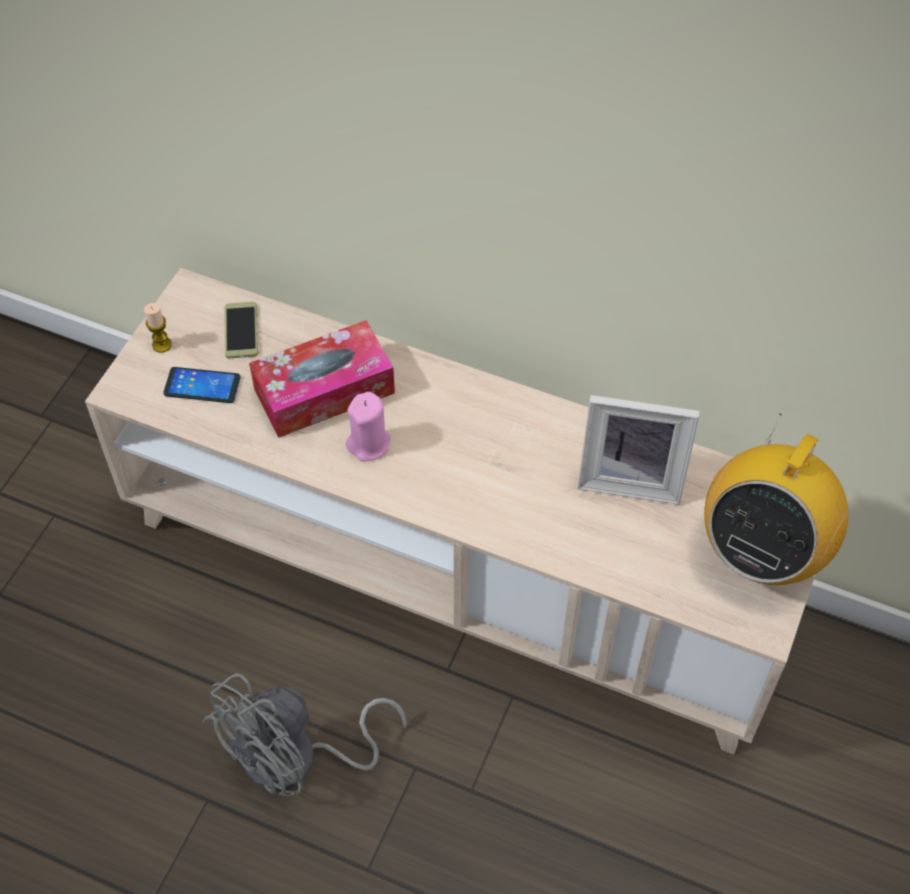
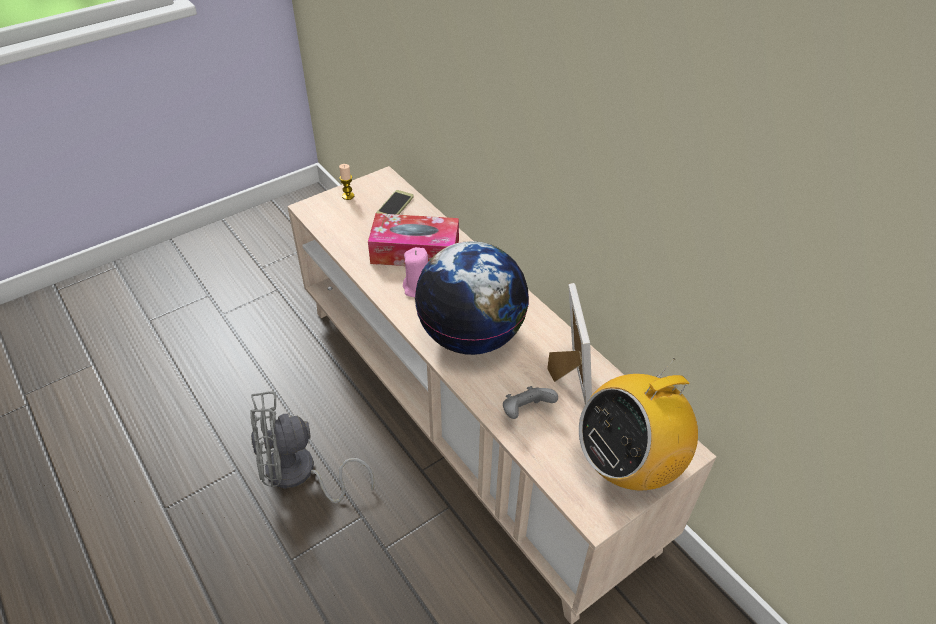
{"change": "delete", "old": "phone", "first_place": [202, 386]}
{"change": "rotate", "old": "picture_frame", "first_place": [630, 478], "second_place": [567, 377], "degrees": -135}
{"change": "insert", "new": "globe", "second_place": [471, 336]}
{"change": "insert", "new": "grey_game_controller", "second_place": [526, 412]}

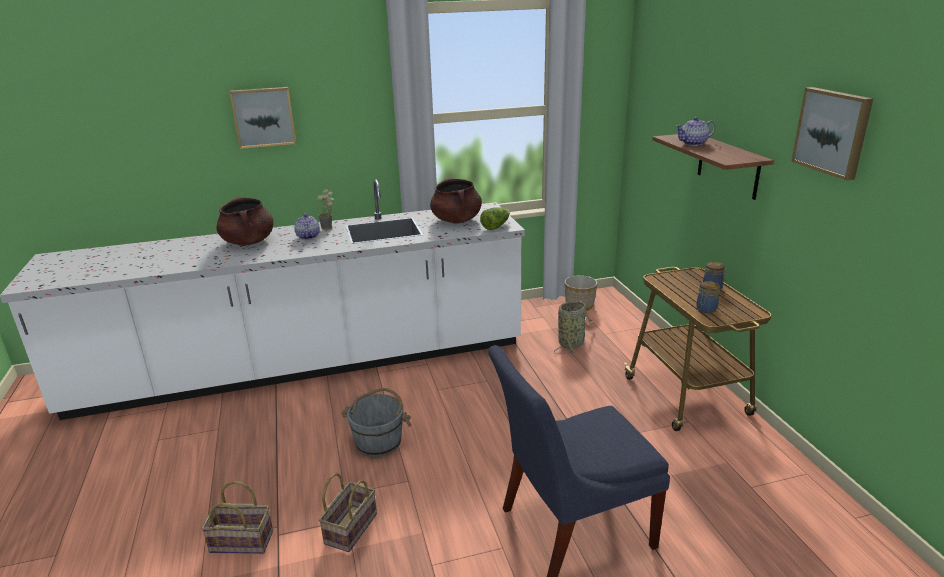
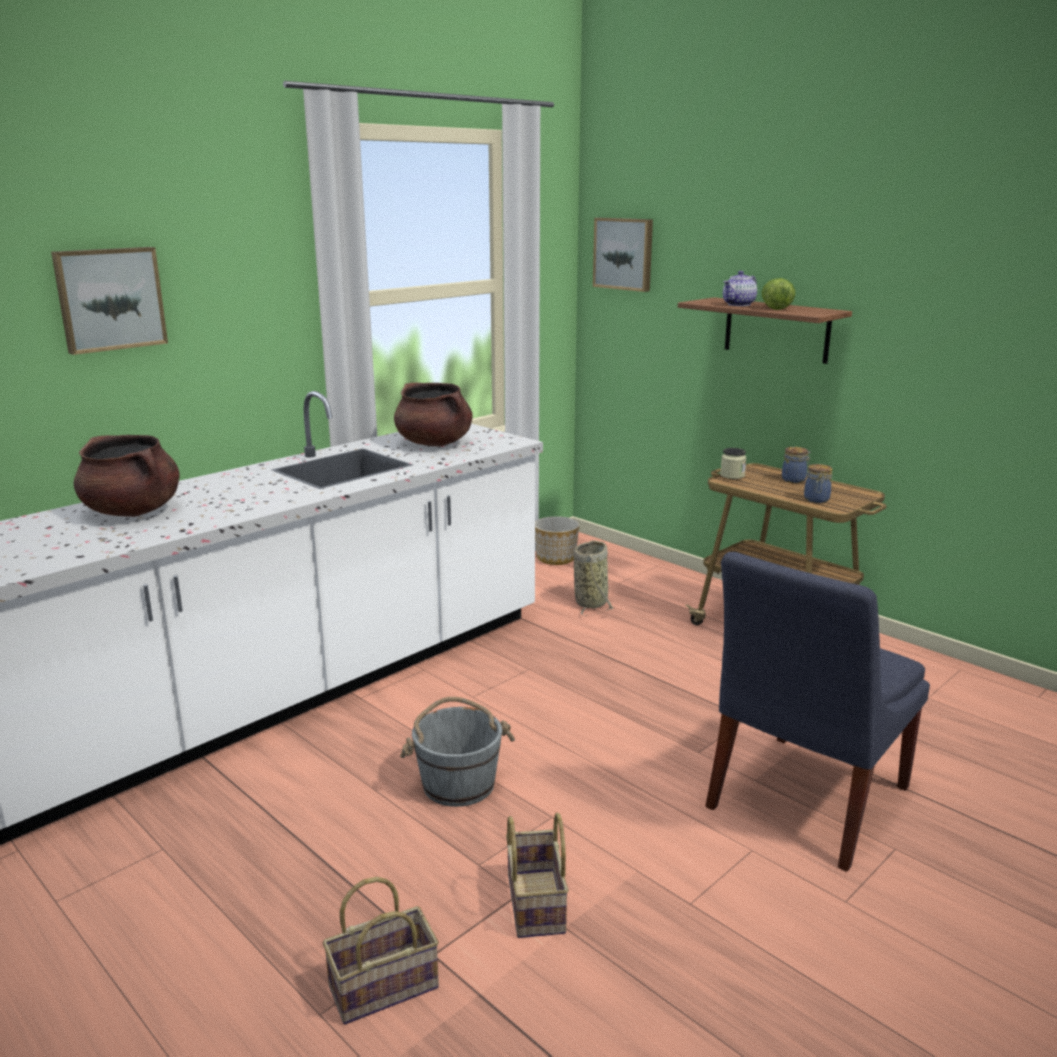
{"change": "delete", "old": "teapot", "first_place": [307, 236]}
{"change": "delete", "old": "potted_plant", "first_place": [330, 229]}
{"change": "move", "old": "lettuce", "first_place": [495, 226], "second_place": [775, 307]}
{"change": "move", "old": "picture", "first_place": [833, 132], "second_place": [624, 253]}
{"change": "insert", "new": "jar", "second_place": [732, 475]}

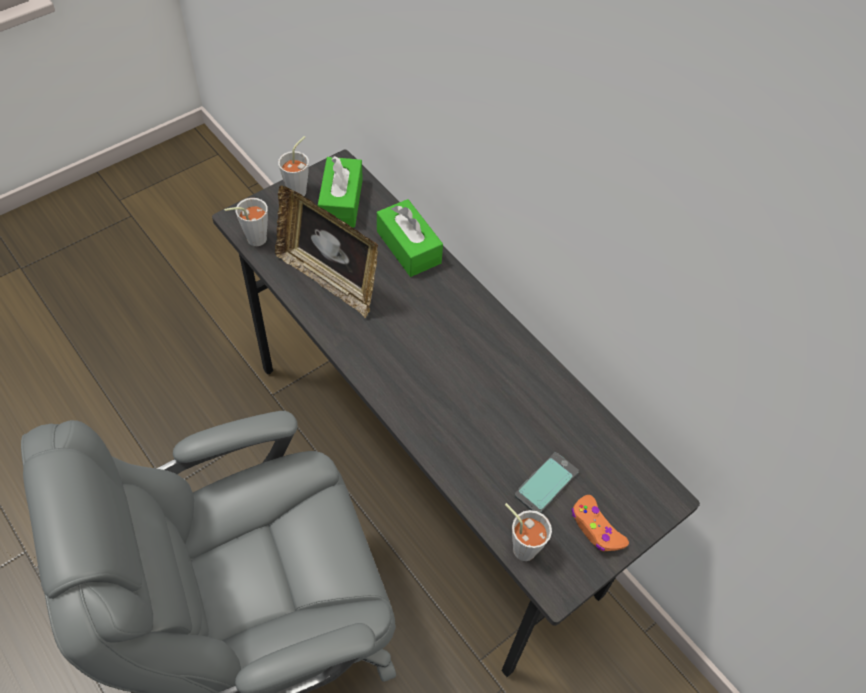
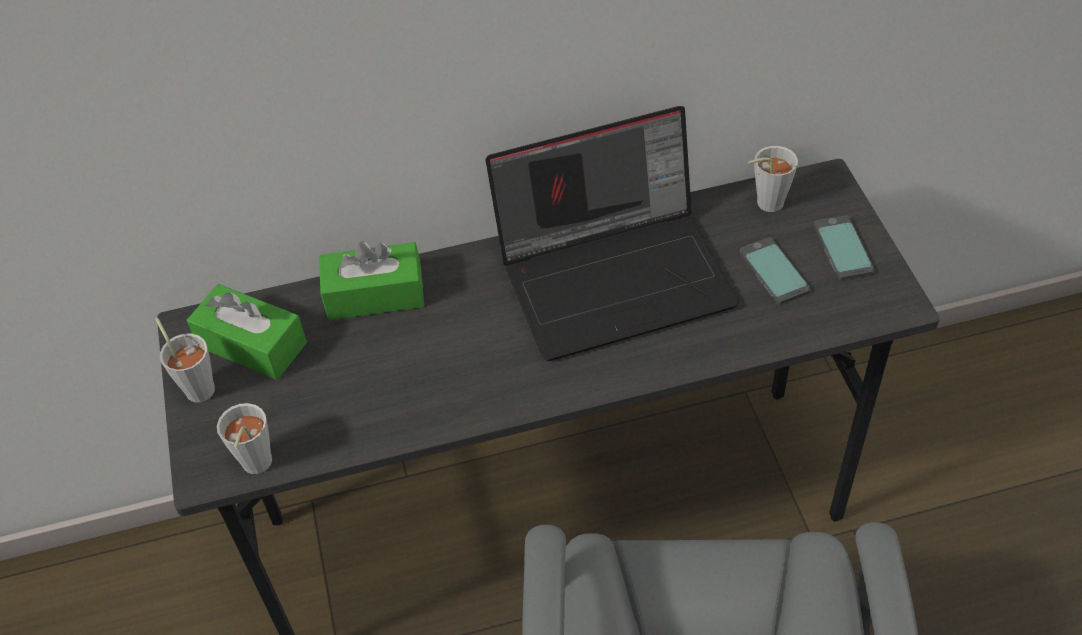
{"change": "delete", "old": "picture_frame", "first_place": [329, 279]}
{"change": "move", "old": "grey_cup", "first_place": [520, 545], "second_place": [764, 204]}
{"change": "replace", "old": "orange_game_controller", "new": "phone", "first_place": [596, 528], "second_place": [842, 249]}
{"change": "insert", "new": "laptop", "second_place": [616, 274]}

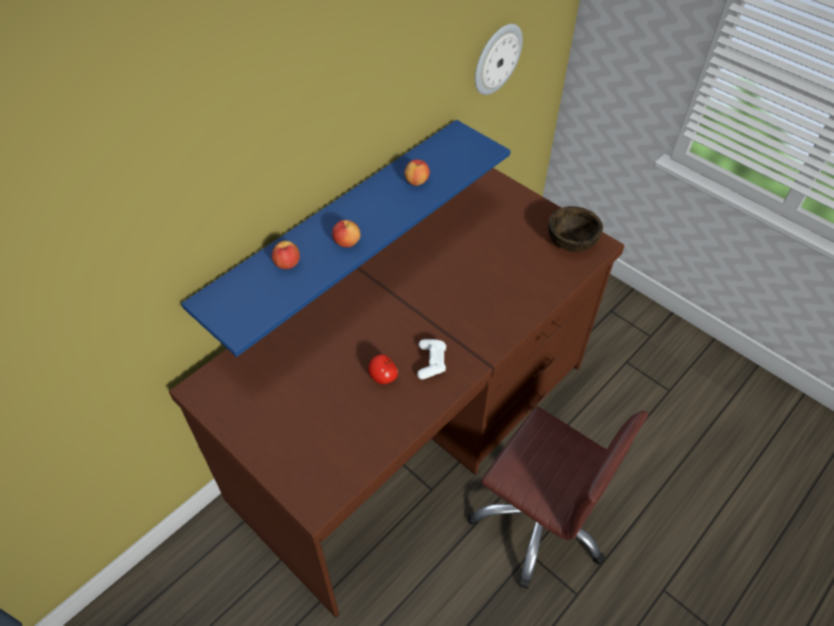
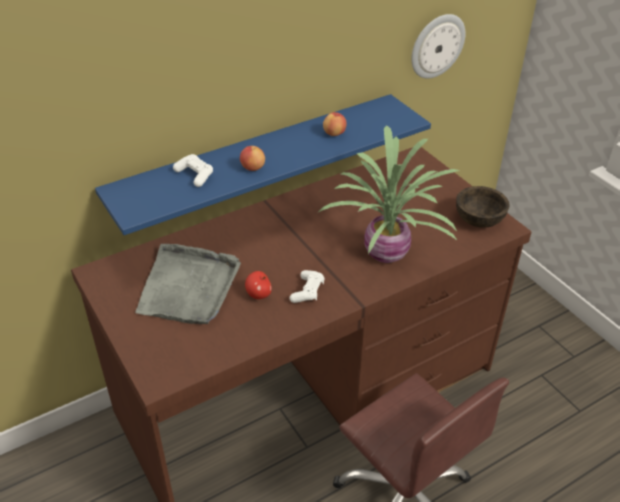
{"change": "replace", "old": "apple", "new": "white_game_controller", "first_place": [287, 264], "second_place": [195, 175]}
{"change": "insert", "new": "grey_tray", "second_place": [188, 287]}
{"change": "insert", "new": "potted_plant", "second_place": [388, 253]}

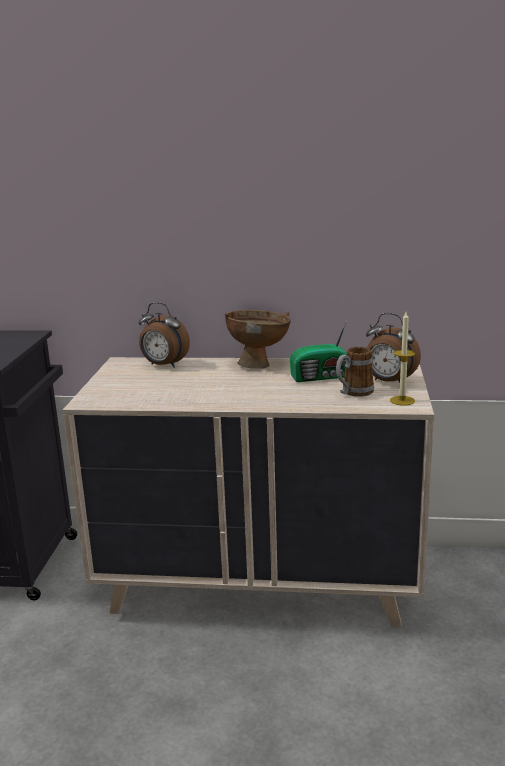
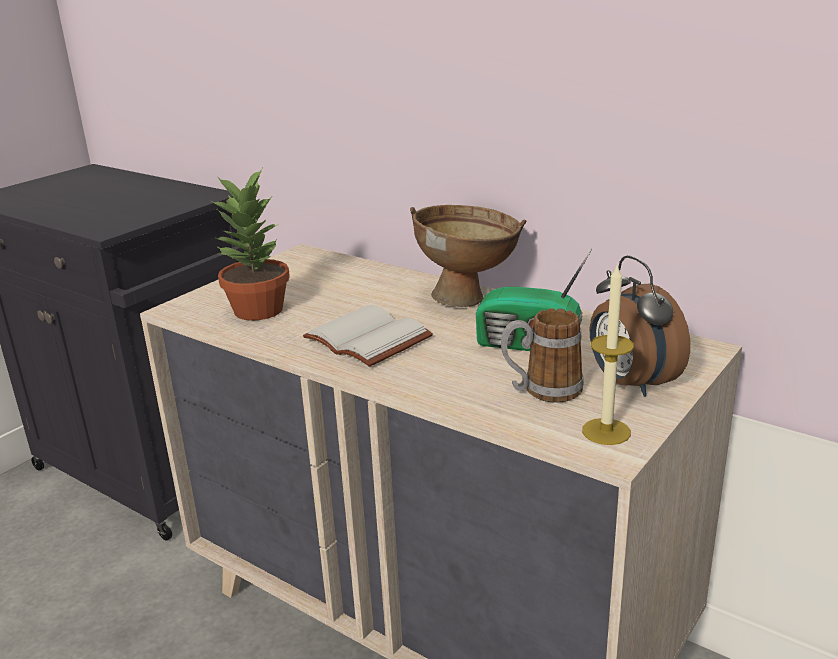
{"change": "delete", "old": "alarm_clock", "first_place": [163, 365]}
{"change": "insert", "new": "potted_plant", "second_place": [259, 310]}
{"change": "insert", "new": "white_book", "second_place": [371, 338]}

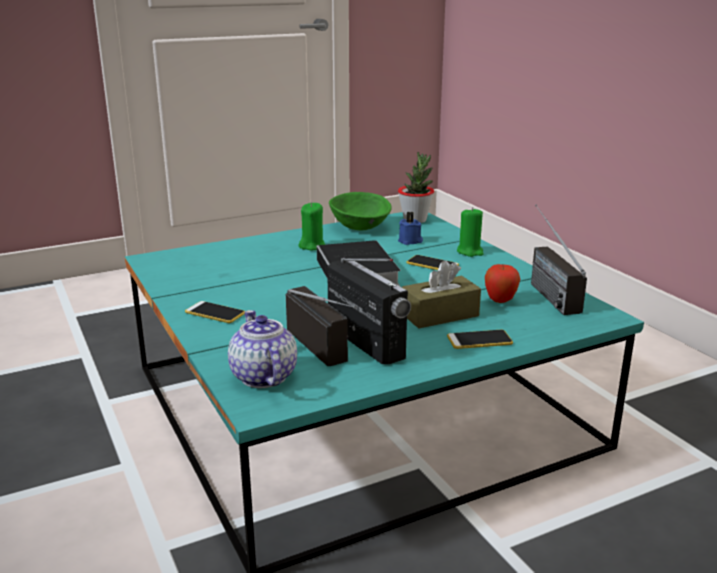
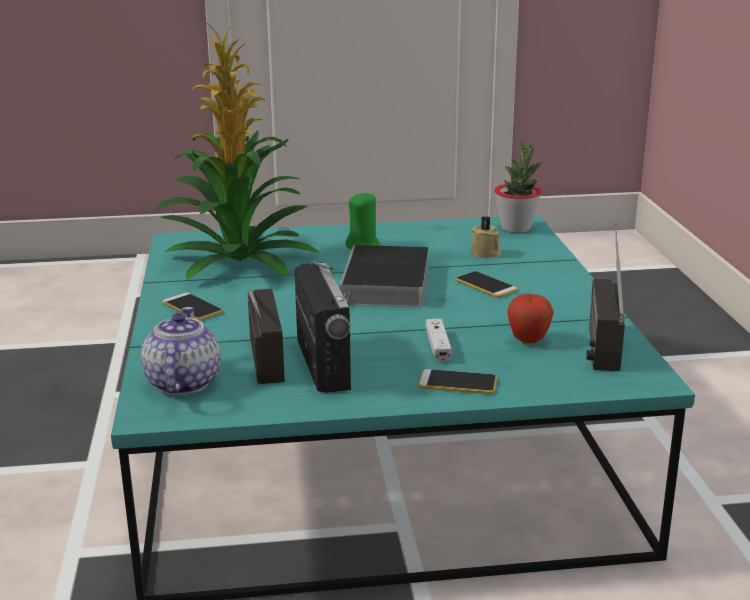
{"change": "delete", "old": "green_bowl", "first_place": [360, 227]}
{"change": "recolor", "old": "blue_candle", "new": "beige_candle", "first_place": [410, 241], "second_place": [485, 254]}
{"change": "replace", "old": "brown_tissue_box", "new": "white_game_controller", "first_place": [440, 315], "second_place": [438, 346]}
{"change": "delete", "old": "green_candle", "first_place": [470, 252]}
{"change": "insert", "new": "potted_plant", "second_place": [237, 261]}

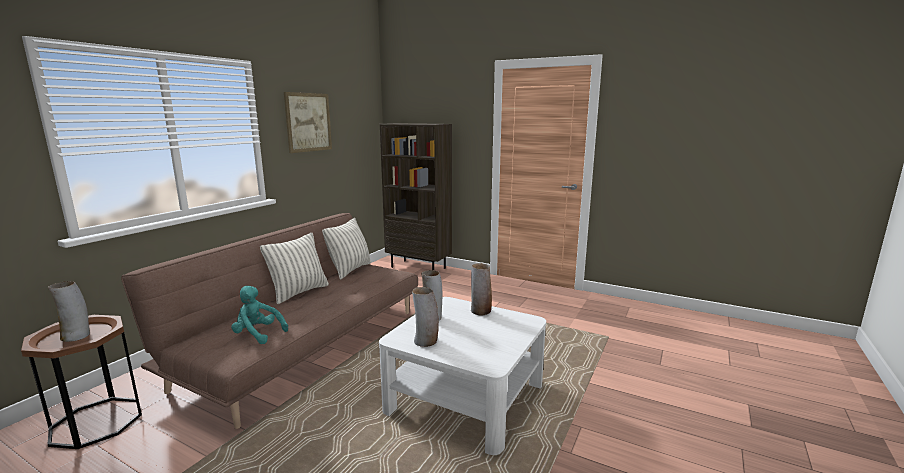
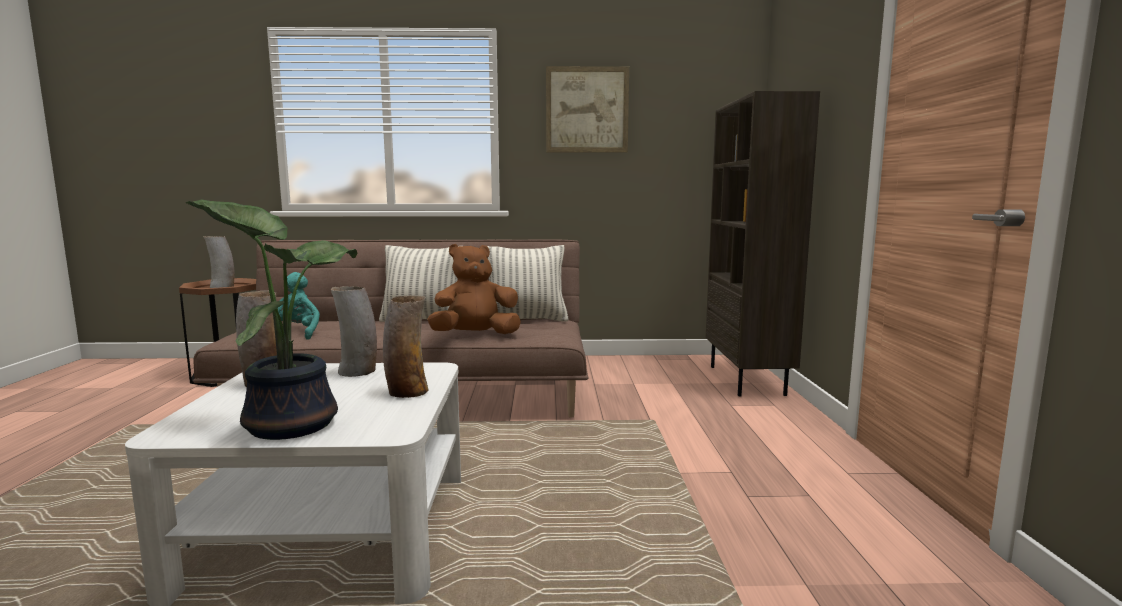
{"change": "insert", "new": "potted_plant", "second_place": [290, 423]}
{"change": "insert", "new": "brown_plush_toy", "second_place": [475, 335]}

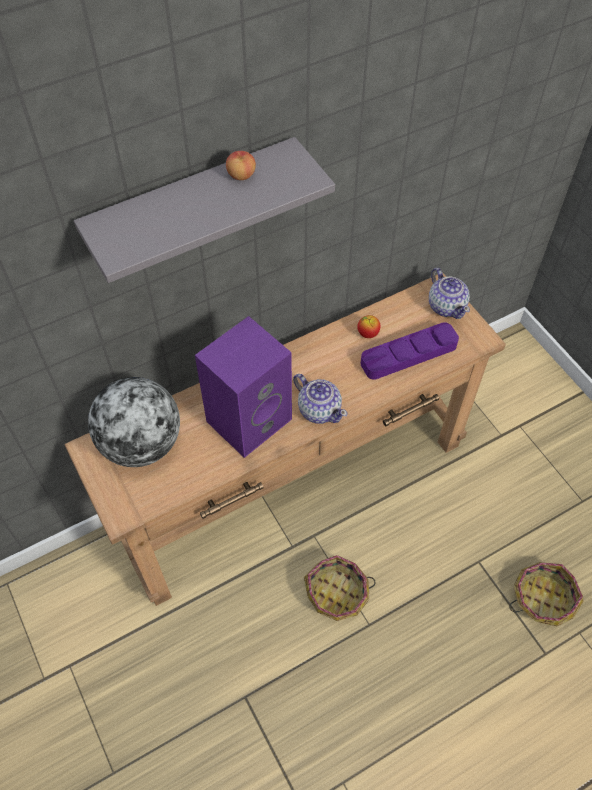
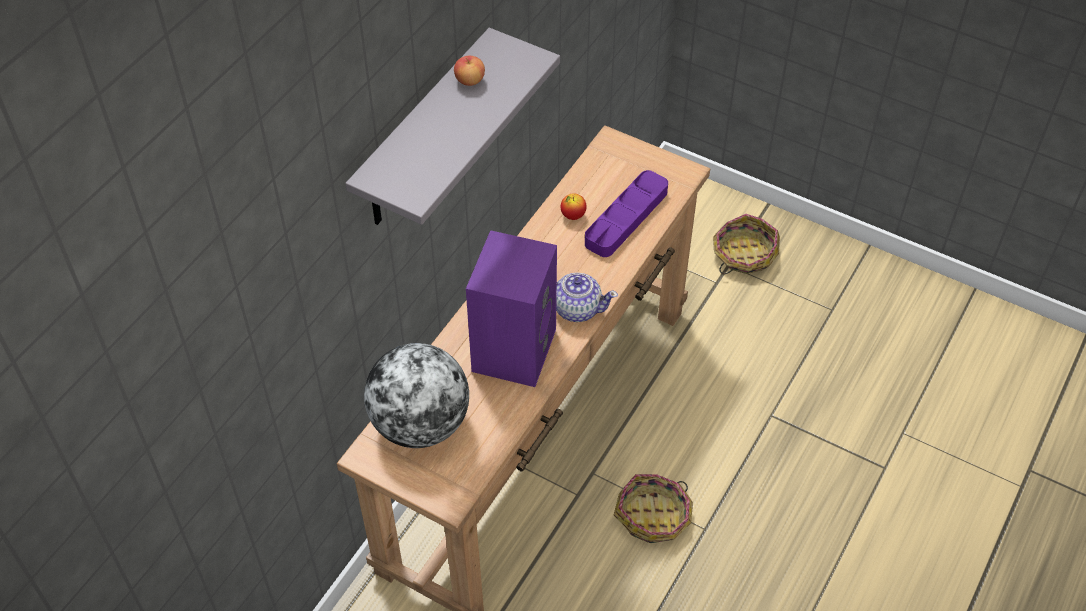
{"change": "delete", "old": "teapot", "first_place": [446, 306]}
{"change": "move", "old": "basket", "first_place": [542, 598], "second_place": [743, 254]}

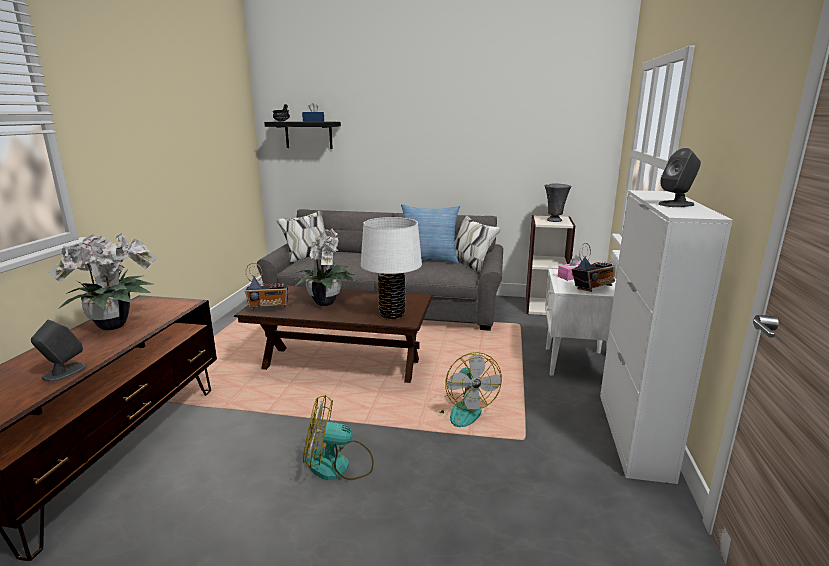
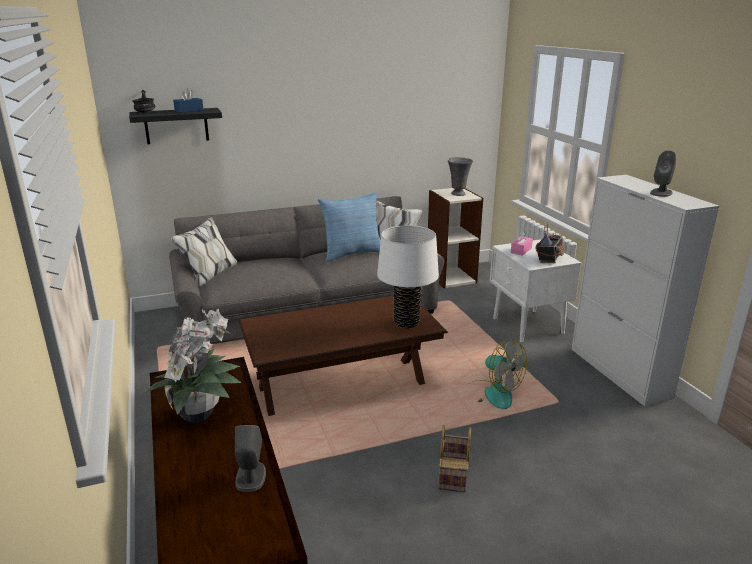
{"change": "delete", "old": "radio", "first_place": [269, 307]}
{"change": "delete", "old": "potted_plant", "first_place": [326, 302]}
{"change": "replace", "old": "fan", "new": "basket", "first_place": [338, 465], "second_place": [454, 475]}

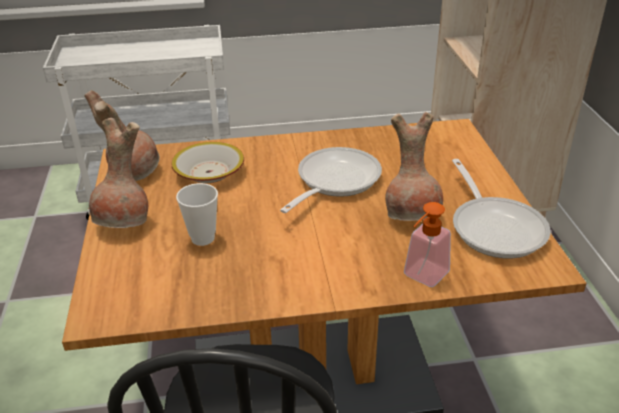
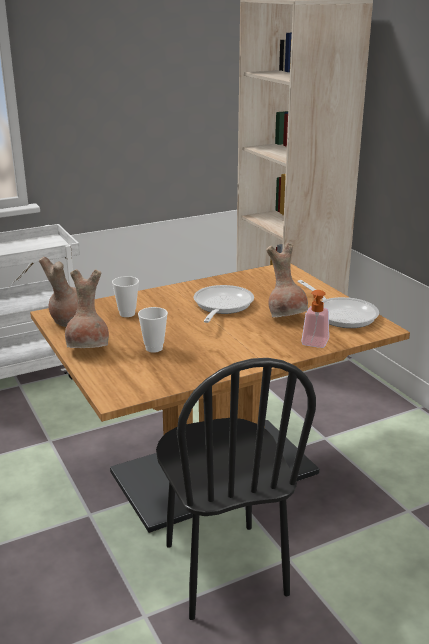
{"change": "replace", "old": "bowl", "new": "cup", "first_place": [209, 172], "second_place": [127, 314]}

